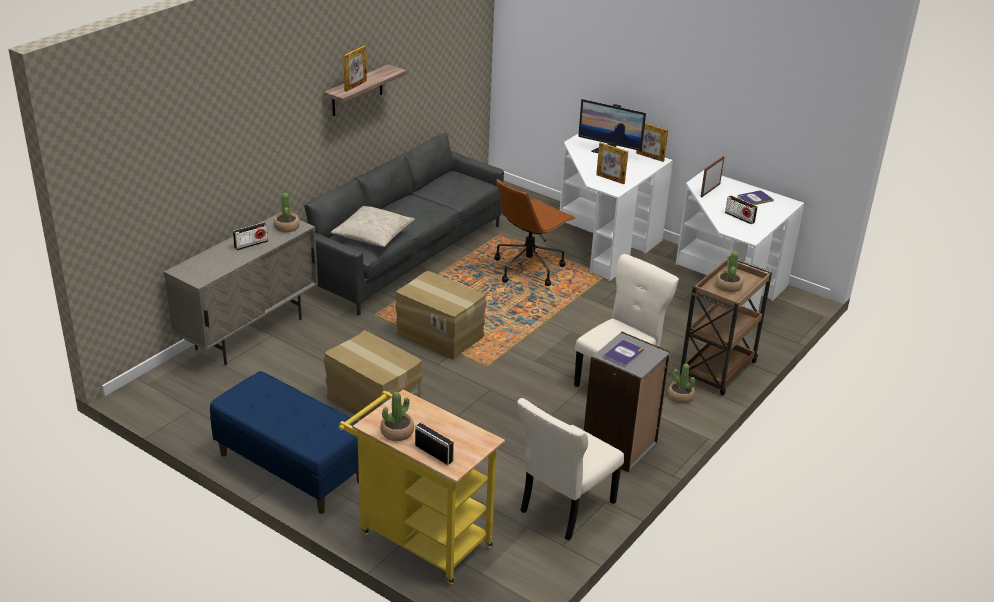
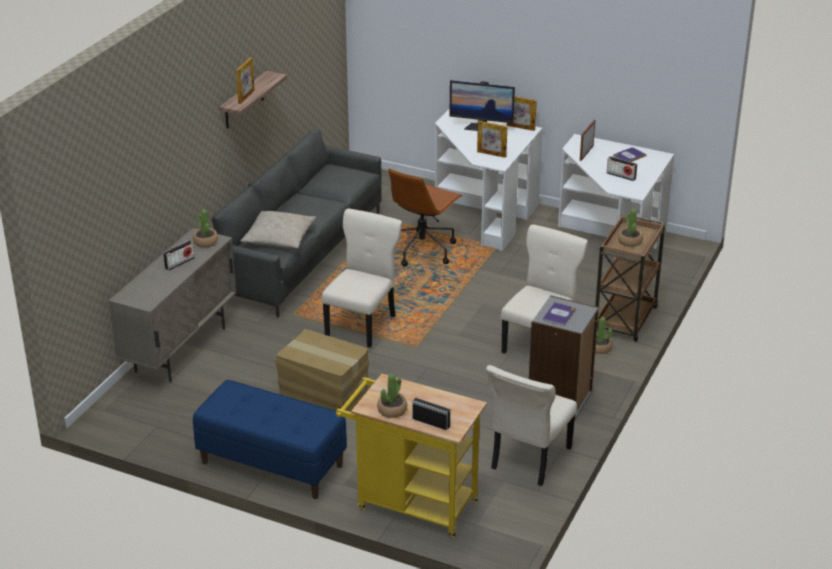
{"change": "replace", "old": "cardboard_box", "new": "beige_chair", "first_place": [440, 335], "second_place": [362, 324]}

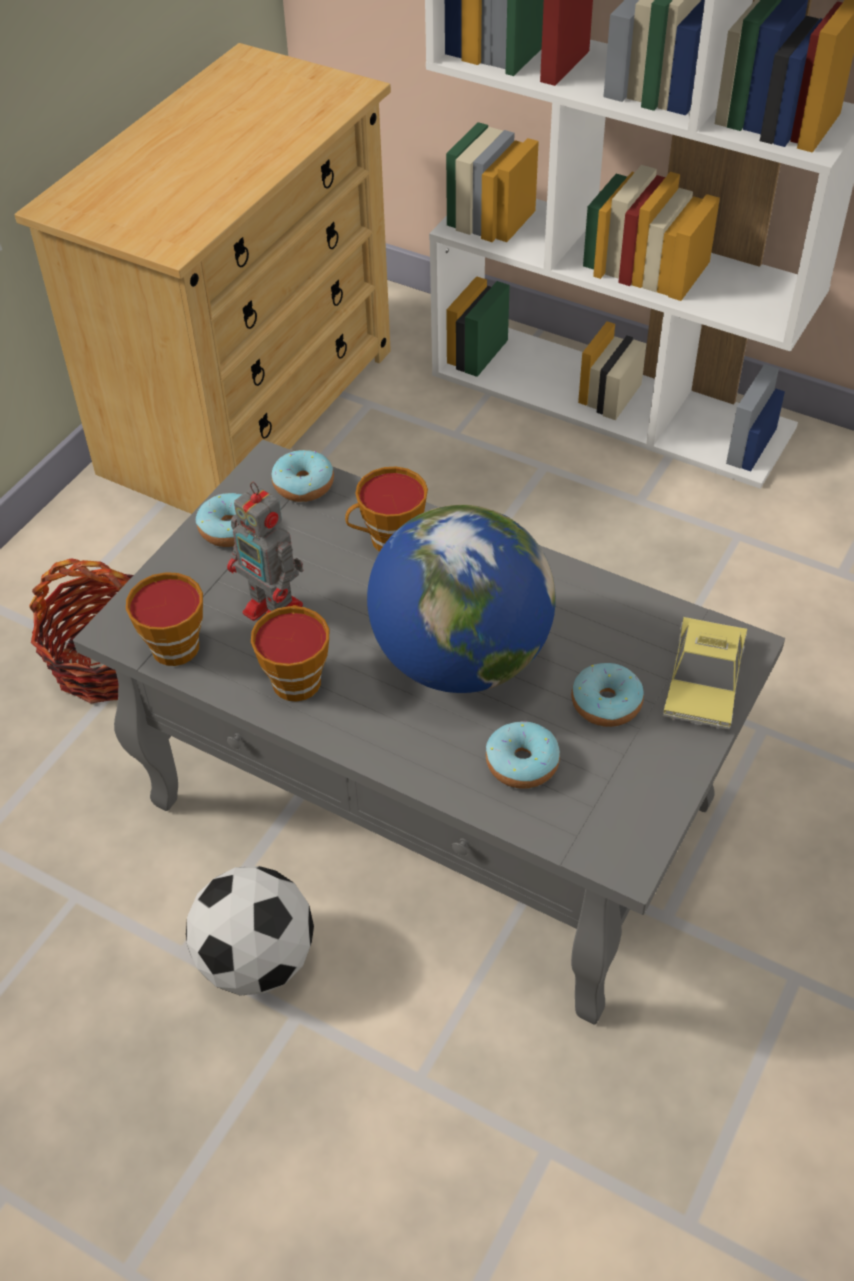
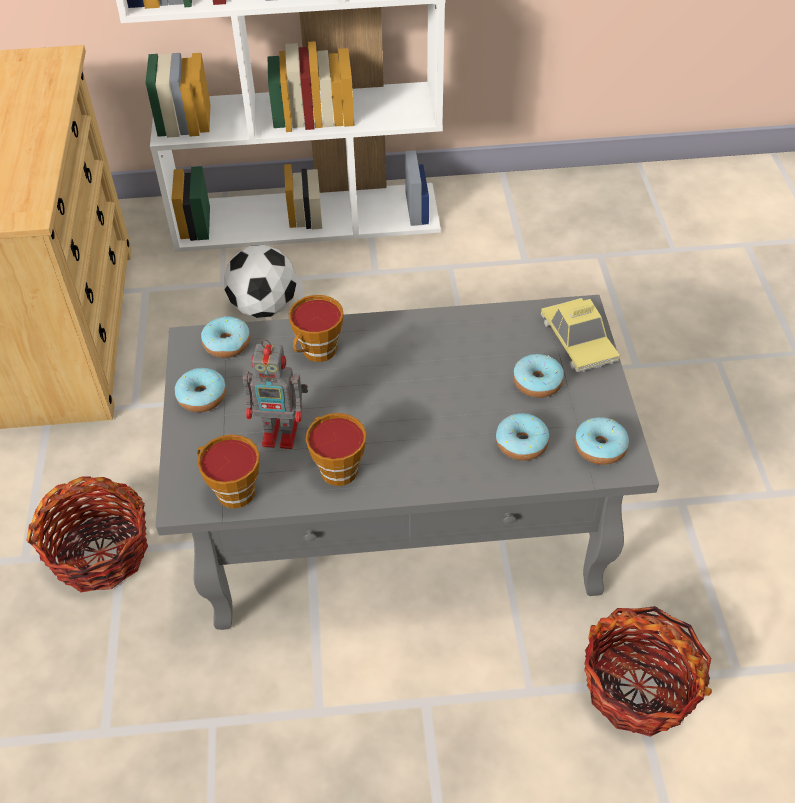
{"change": "move", "old": "football", "first_place": [256, 959], "second_place": [264, 307]}
{"change": "delete", "old": "globe", "first_place": [461, 659]}
{"change": "insert", "new": "donut", "second_place": [600, 447]}
{"change": "insert", "new": "basket", "second_place": [638, 686]}

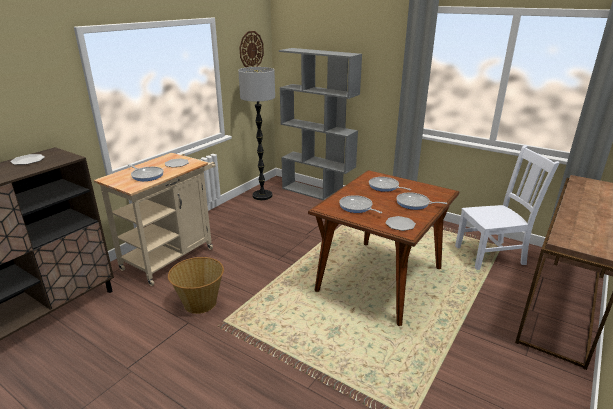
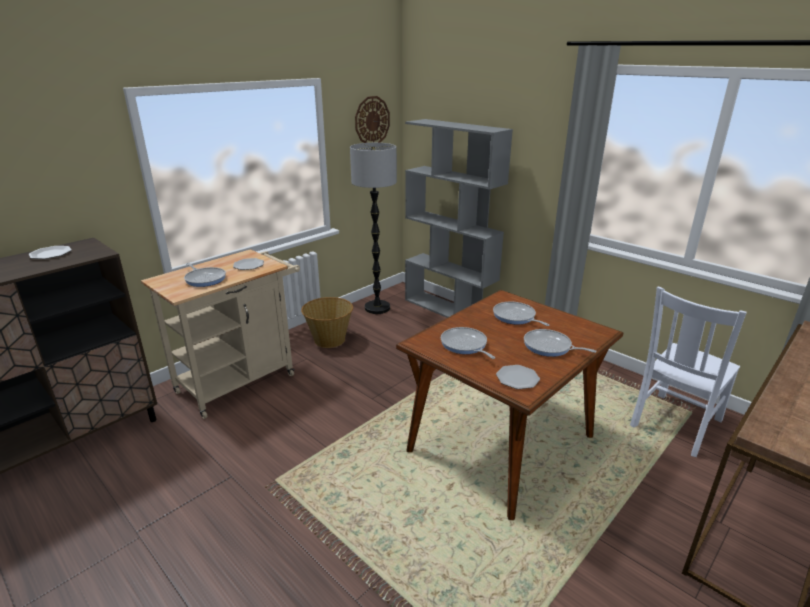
{"change": "move", "old": "basket", "first_place": [200, 302], "second_place": [329, 339]}
{"change": "rotate", "old": "white_chair", "first_place": [492, 255], "second_place": [674, 424], "degrees": 135}

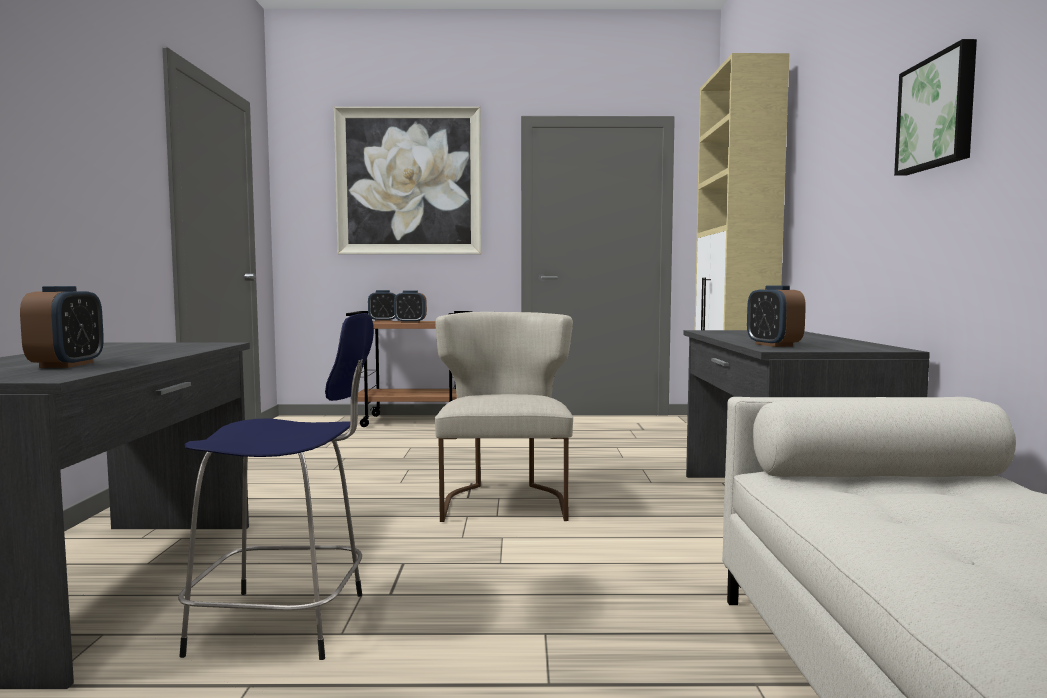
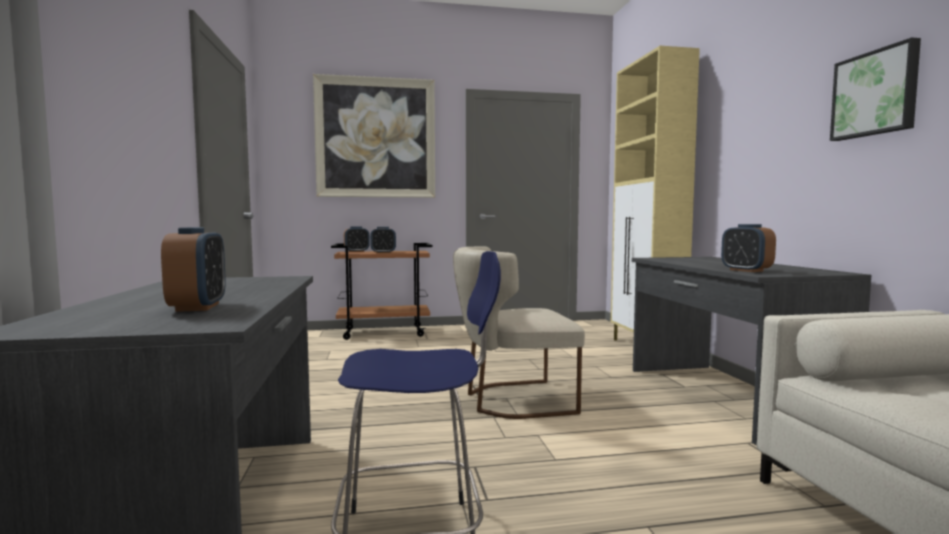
{"change": "rotate", "old": "beige_chair", "first_place": [504, 500], "second_place": [512, 400], "degrees": -90}

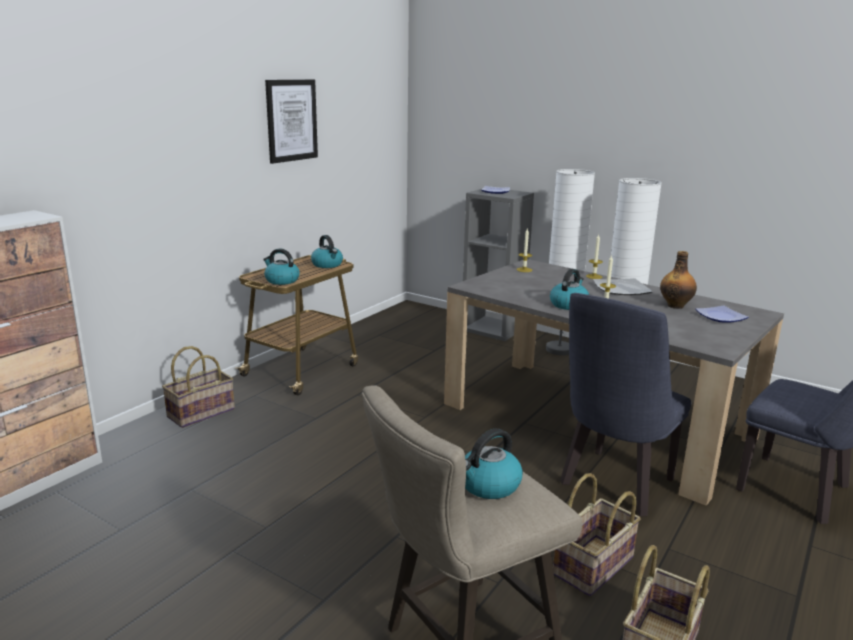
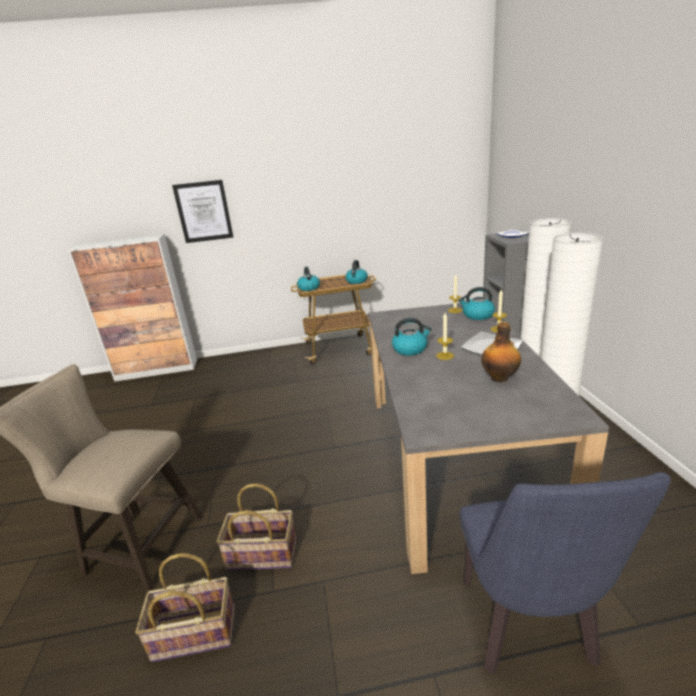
{"change": "delete", "old": "basket", "first_place": [201, 412]}
{"change": "move", "old": "picture", "first_place": [291, 120], "second_place": [203, 211]}
{"change": "move", "old": "kettle", "first_place": [488, 485], "second_place": [477, 315]}
{"change": "delete", "old": "blue_chair", "first_place": [613, 486]}
{"change": "delete", "old": "plate", "first_place": [719, 317]}

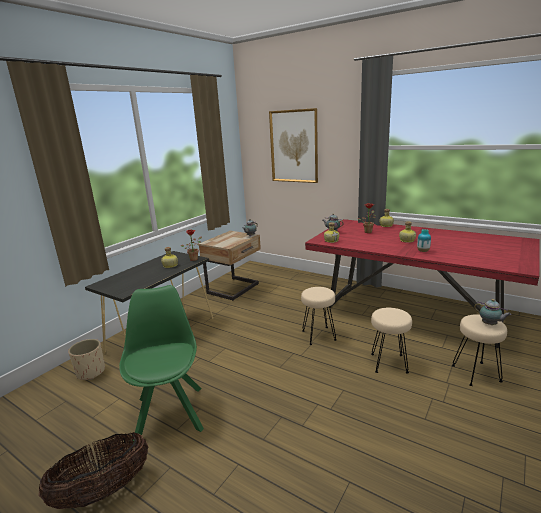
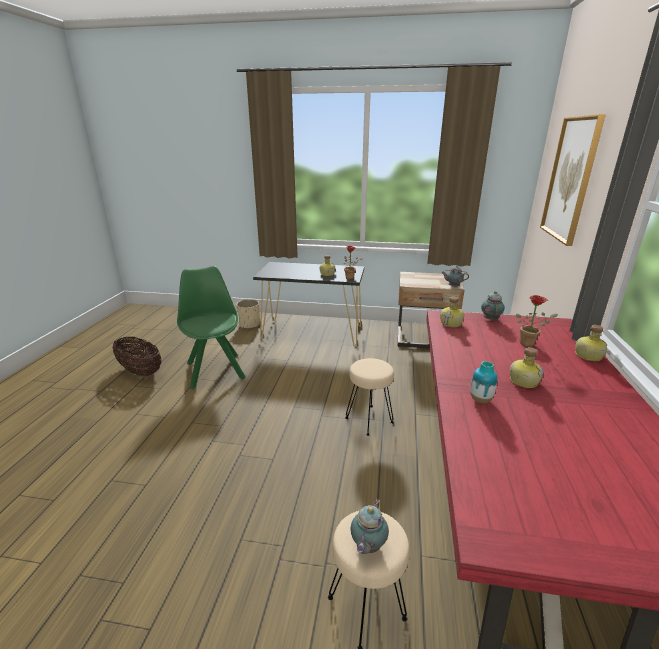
{"change": "rotate", "old": "green_chair", "first_place": [170, 411], "second_place": [215, 369], "degrees": -75}
{"change": "delete", "old": "beige_stool", "first_place": [388, 363]}

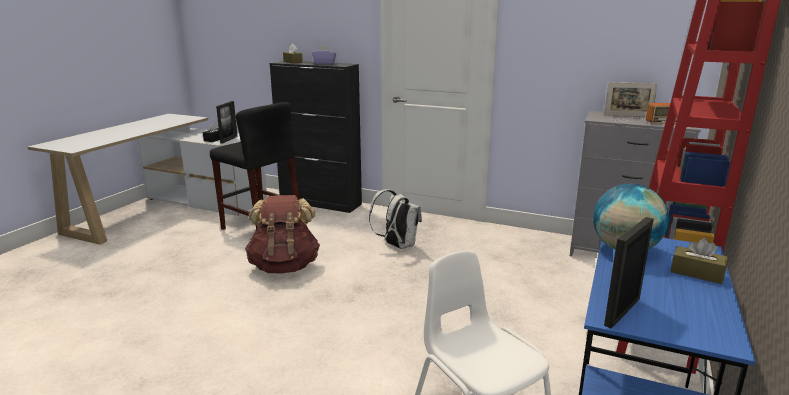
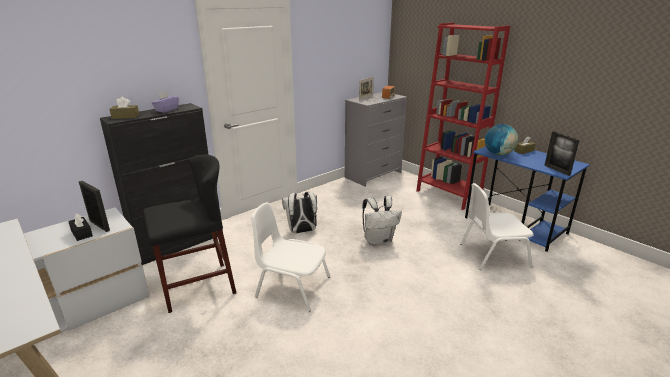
{"change": "replace", "old": "brown_backpack", "new": "white_chair", "first_place": [284, 266], "second_place": [292, 287]}
{"change": "insert", "new": "white_backpack", "second_place": [378, 241]}

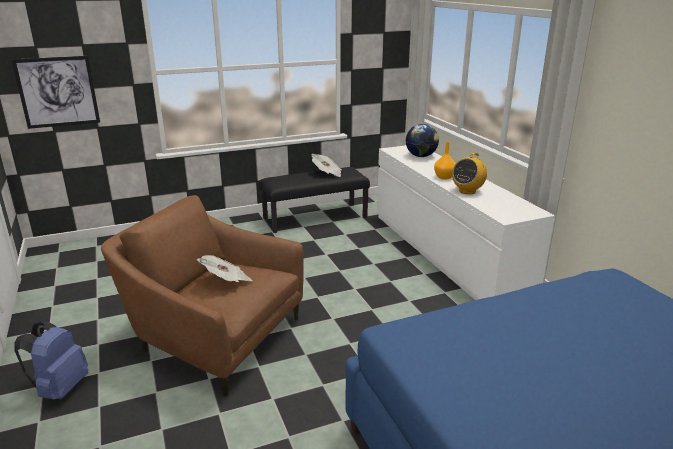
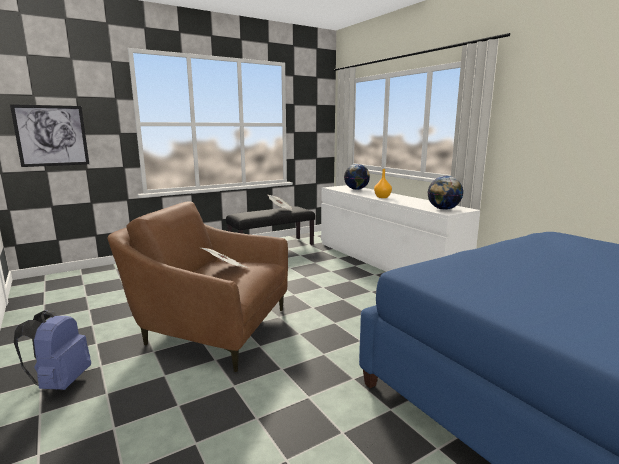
{"change": "delete", "old": "radio", "first_place": [467, 191]}
{"change": "insert", "new": "globe", "second_place": [443, 209]}

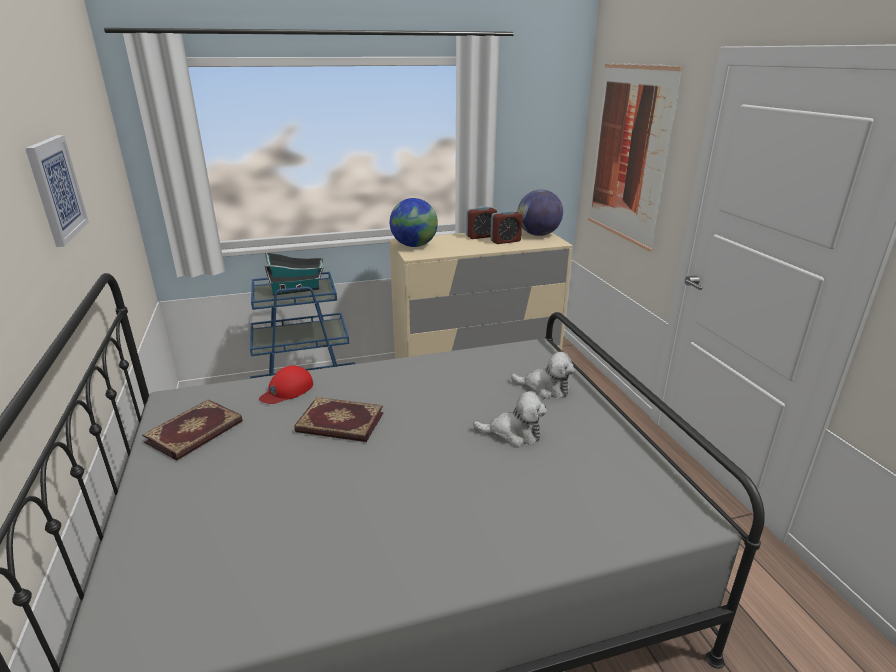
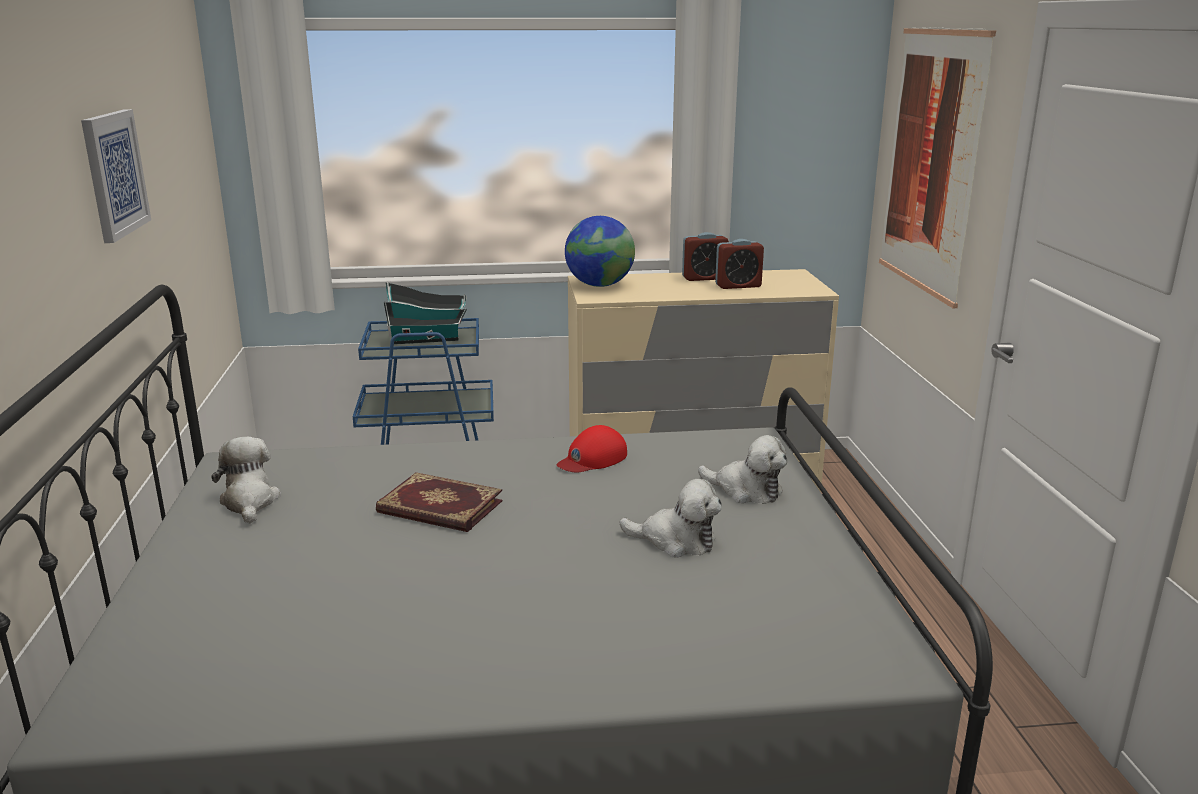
{"change": "replace", "old": "book", "new": "plush_toy", "first_place": [195, 432], "second_place": [249, 502]}
{"change": "move", "old": "red_cap", "first_place": [287, 390], "second_place": [592, 459]}
{"change": "delete", "old": "globe", "first_place": [538, 234]}

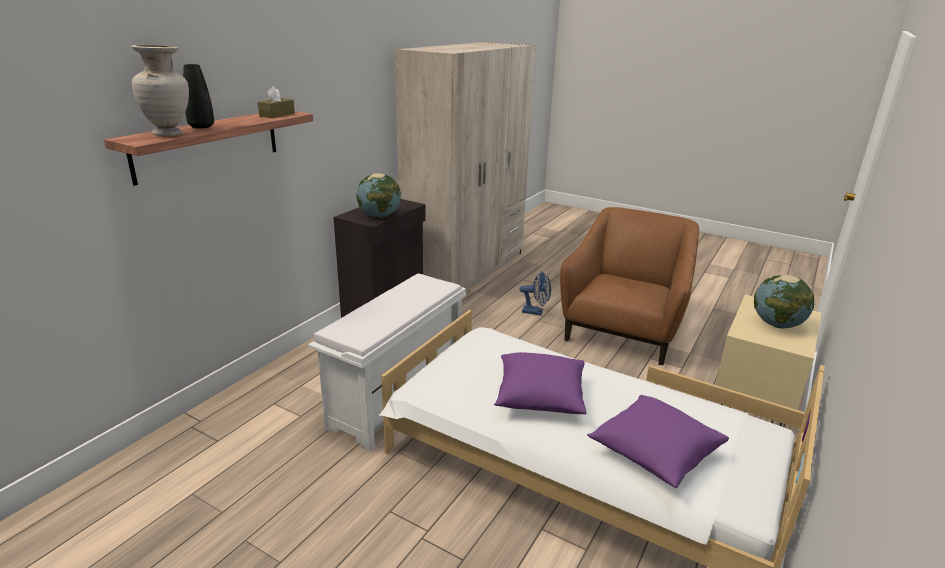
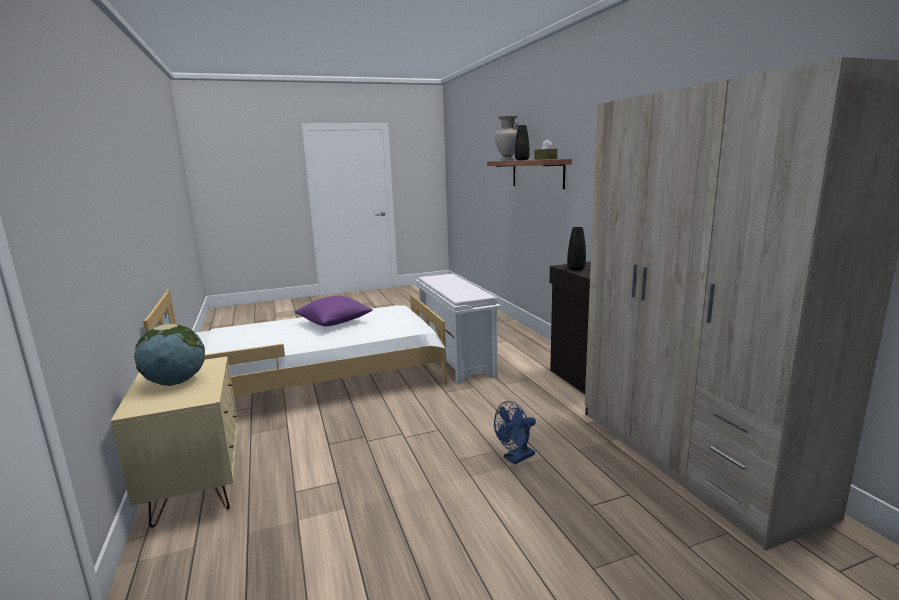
{"change": "replace", "old": "globe", "new": "black_vase", "first_place": [379, 216], "second_place": [576, 269]}
{"change": "delete", "old": "brown_armchair", "first_place": [623, 331]}
{"change": "delete", "old": "purple_pillow", "first_place": [653, 453]}

